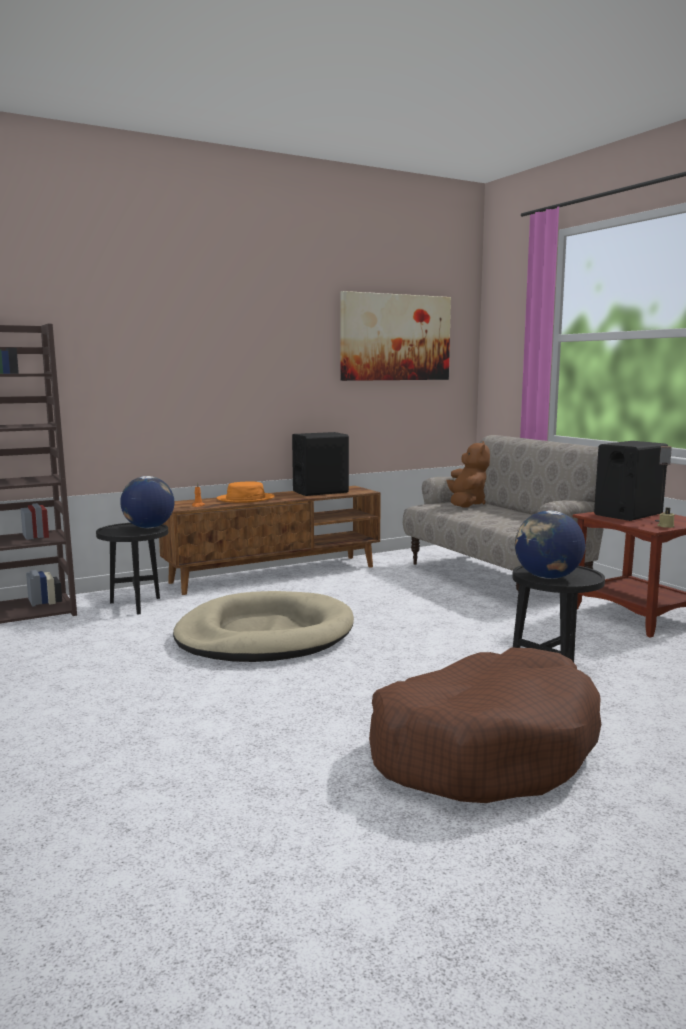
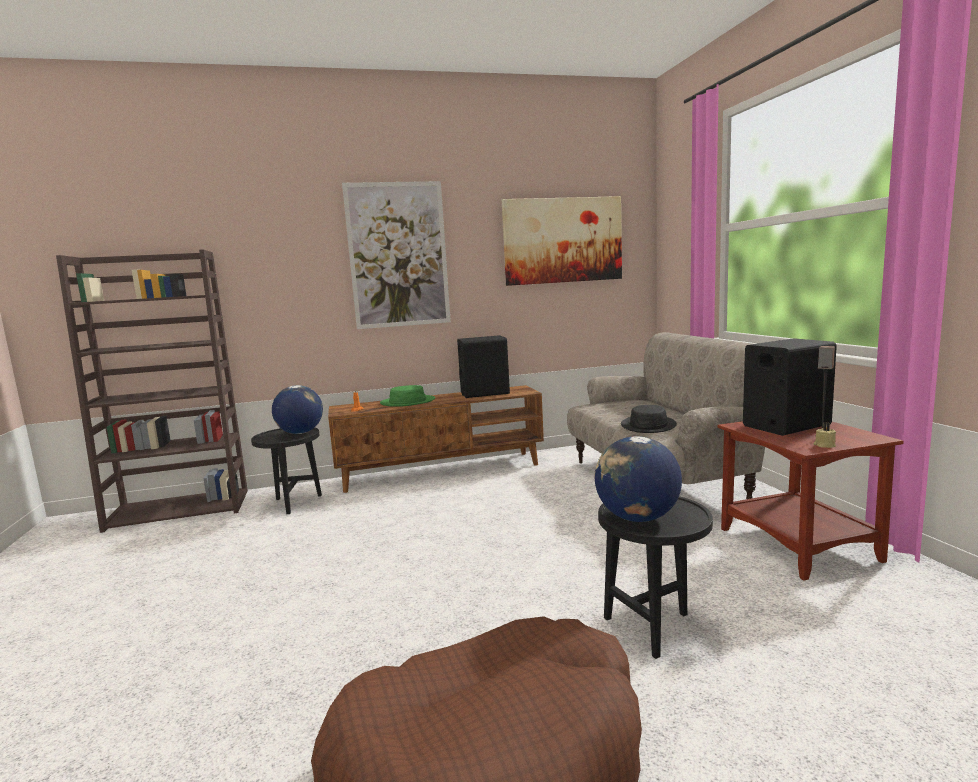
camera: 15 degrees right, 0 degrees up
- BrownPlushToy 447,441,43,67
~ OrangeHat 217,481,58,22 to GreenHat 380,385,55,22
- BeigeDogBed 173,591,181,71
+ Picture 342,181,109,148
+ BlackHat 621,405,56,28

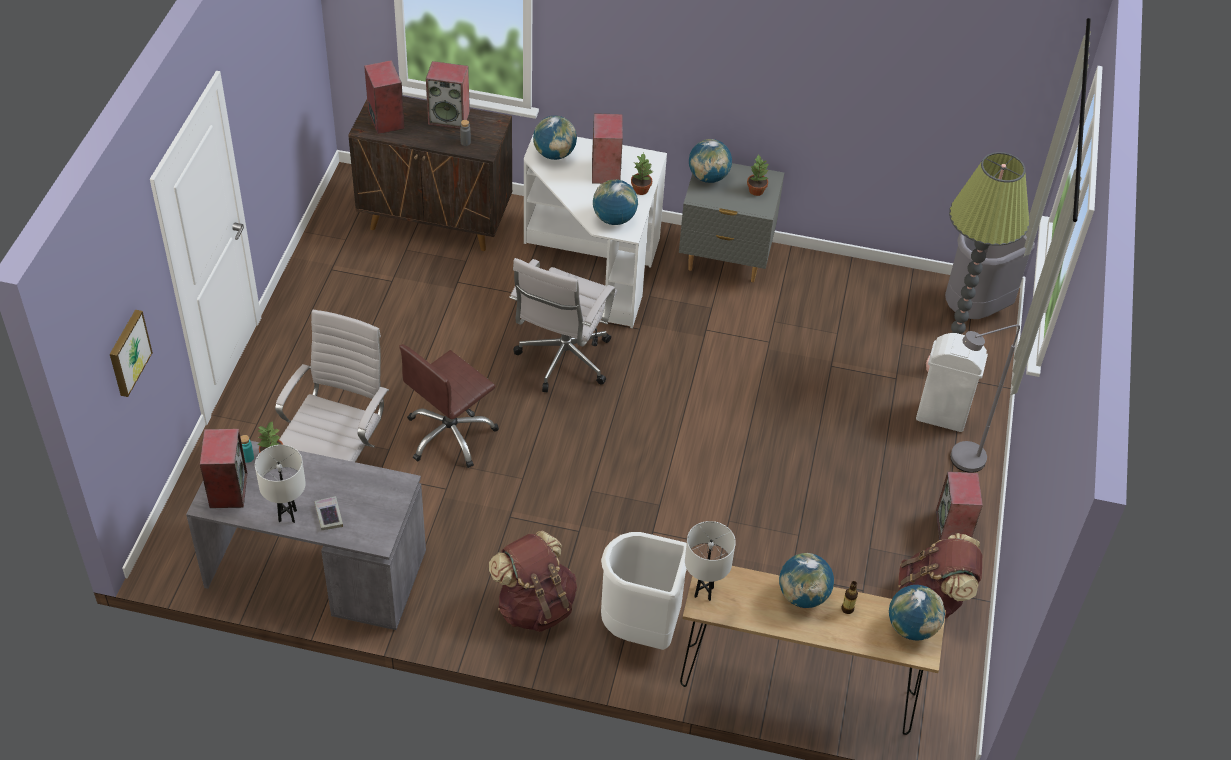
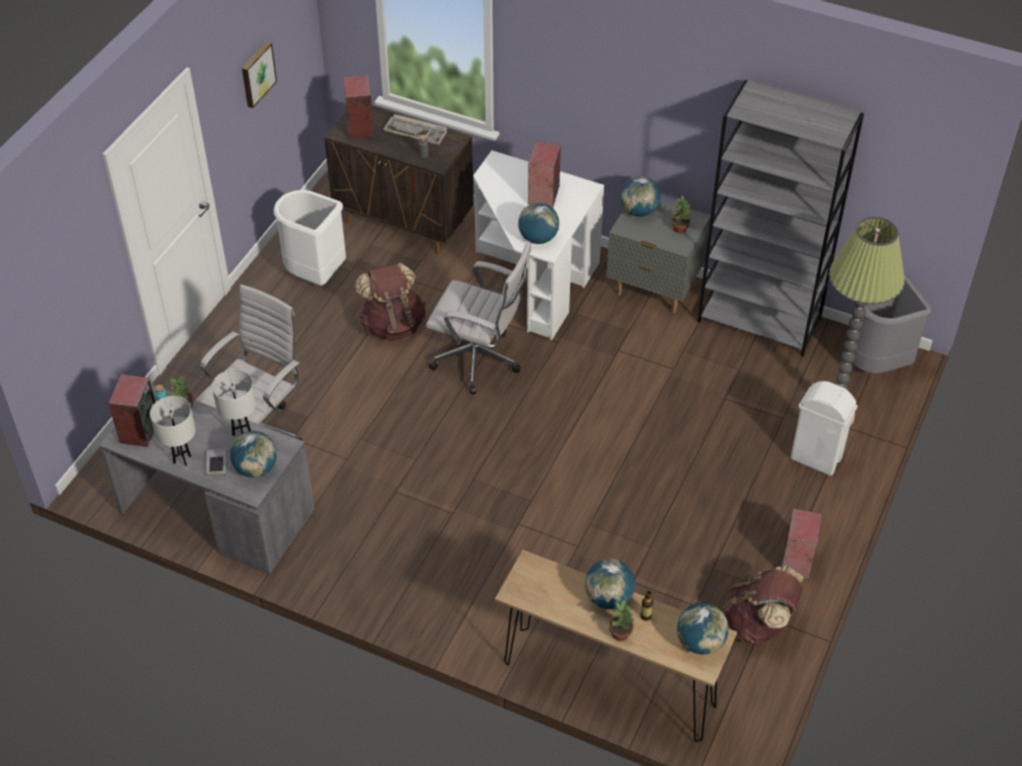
camera: 15 degrees right, 0 degrees up
~ Speaker 426,61,44,68 to Keyboard 383,114,64,31
~ Globe 533,116,44,44 to 230,431,47,47
~ PottedPlant 631,153,23,42 to 609,601,26,40
~ WhiteOfficeChair 509,258,108,134 = 426,241,106,153 105 degrees counterclockwise
~ Picture 110,310,43,87 to 242,42,35,66
- GreyFloorLamp 950,324,70,149
- BrownOfficeChair 399,344,100,124
~ WhiteTableLamp 685,521,51,80 to 212,369,44,67
~ BrownBackpack 489,530,88,102 to 355,263,71,78
~ WhiteTrashCan 601,532,86,118 to 274,190,72,96
+ GreyBookcase 697,80,167,276

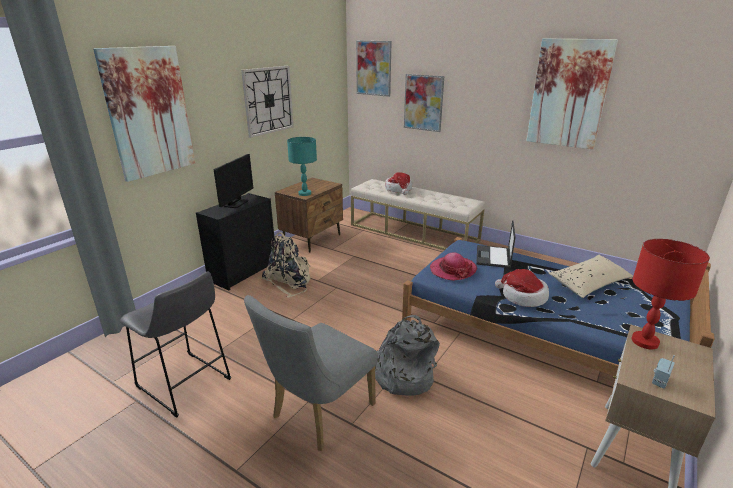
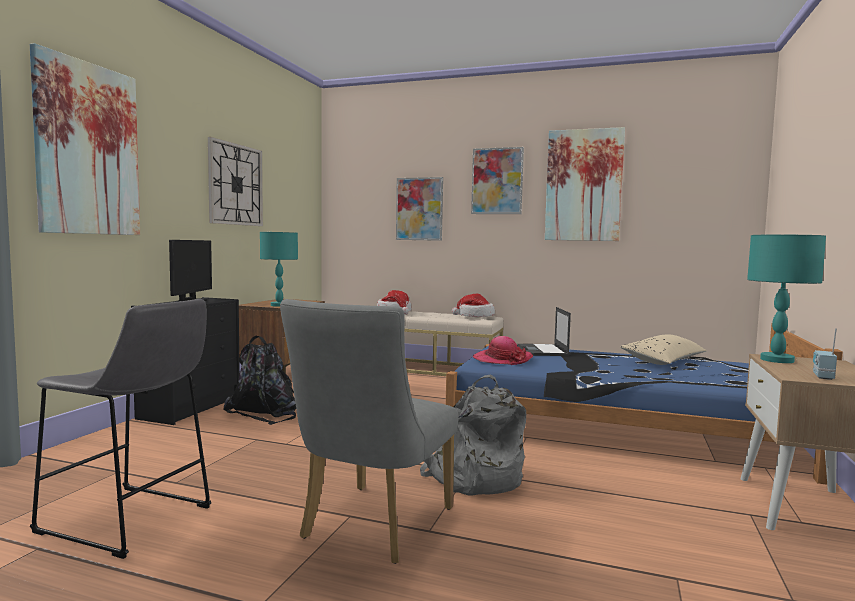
camera: 15 degrees left, 20 degrees down
~ Picture 356,41,36,56 to 471,147,53,67
~ BeigeBackpack 262,232,49,66 to BlackBackpack 223,336,73,89
~ RedTableLamp 632,239,78,111 to TurquoiseTableLamp 747,235,79,128
~ Hat 495,269,54,38 to 452,294,43,23

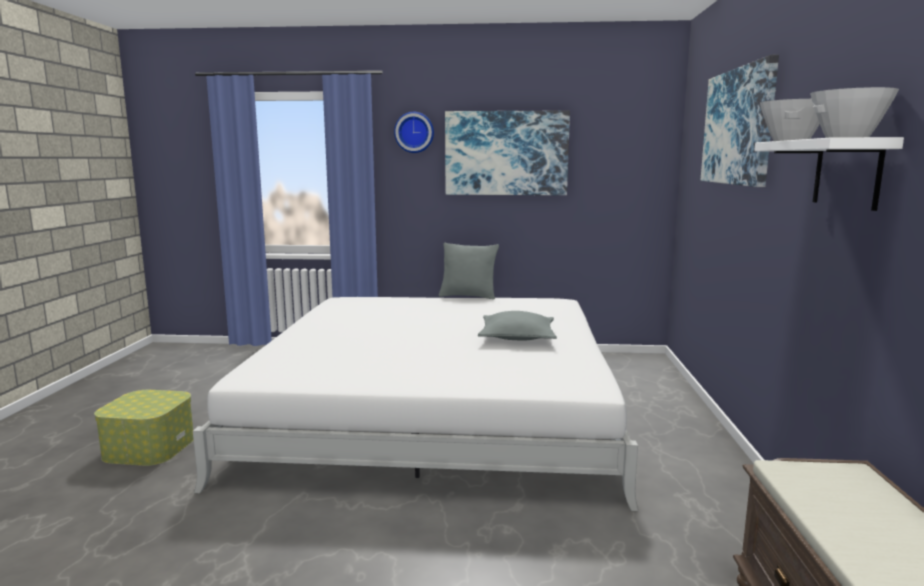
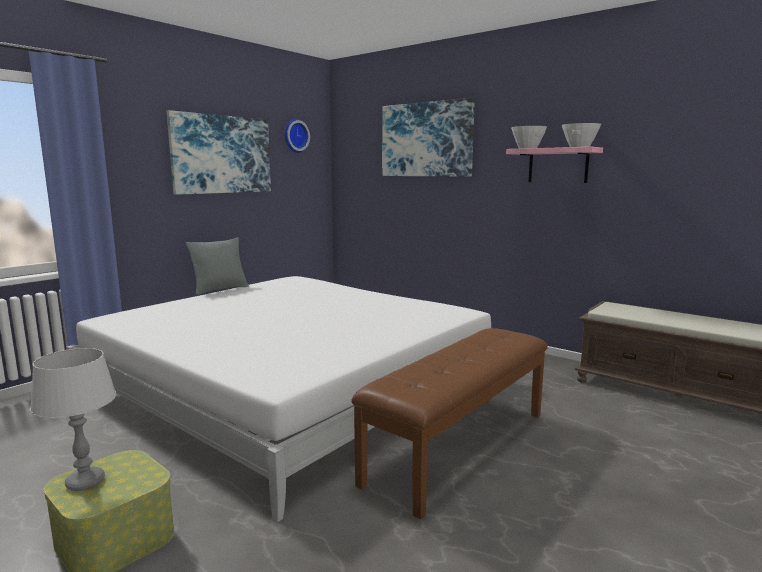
camera: 55 degrees left, 0 degrees up
~ WallClock 394,112,40,41 to 284,119,26,34
~ WhiteShelf 754,137,150,74 to PinkShelf 506,147,97,36
- GreyPillow 478,311,79,29
+ BrownBench 352,328,196,191
+ GreyTableLamp 30,348,86,143

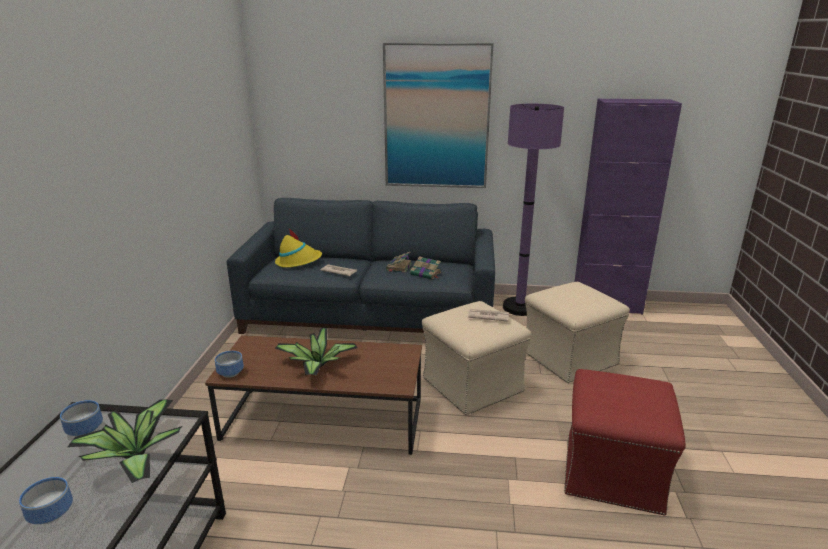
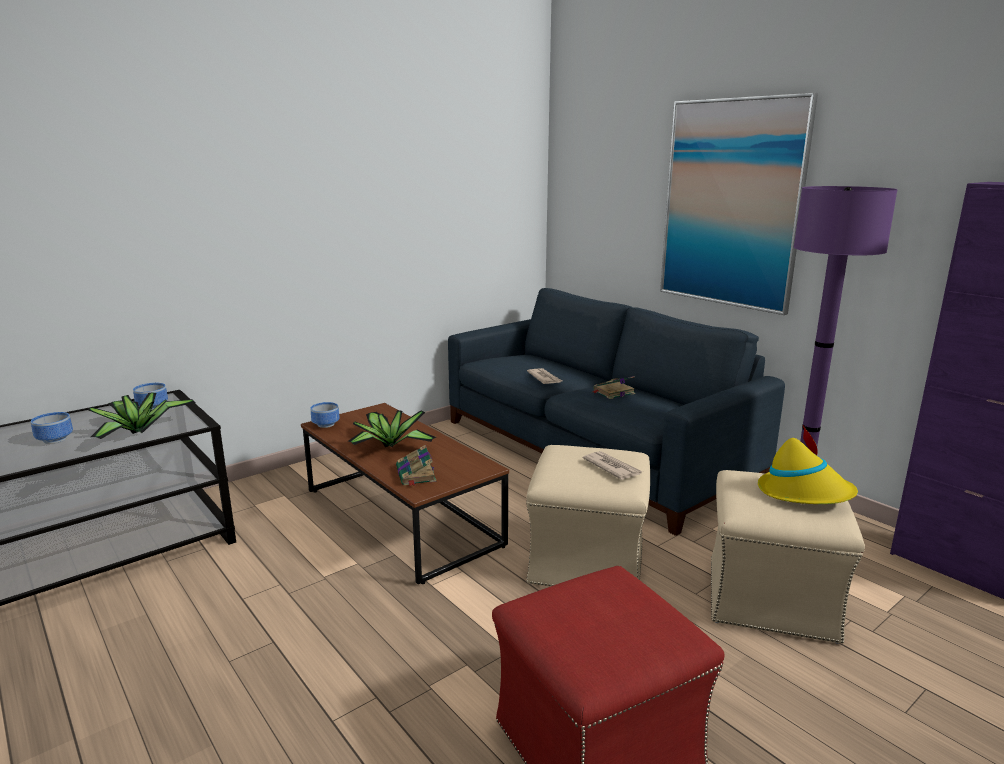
camera: 45 degrees right, 5 degrees down
~ YellowHat 275,229,47,39 to 758,425,100,79
~ Book 410,256,31,24 to 396,445,40,41

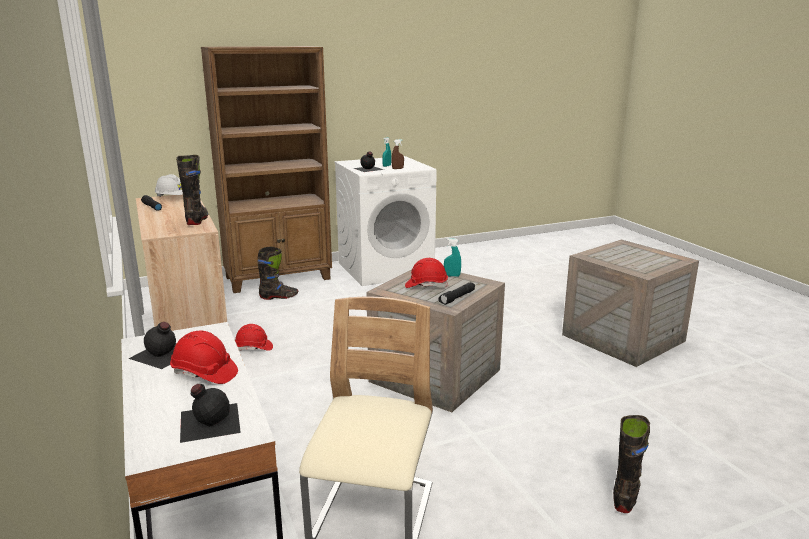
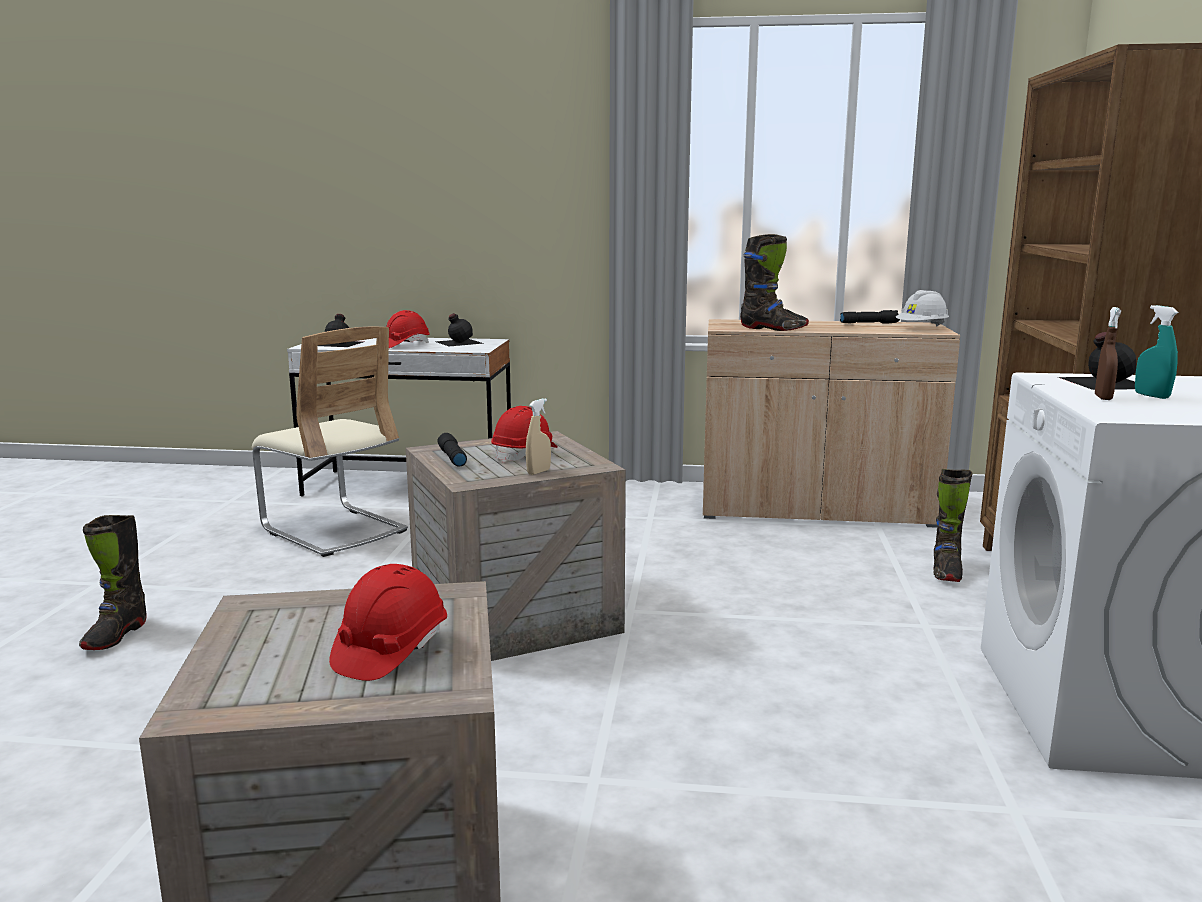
camera: 120 degrees right, 5 degrees down
~ TurquoiseSprayBottle 444,238,17,39 to BeigeSprayBottle 526,398,25,77
~ RedHardHat 235,324,38,27 to 329,564,118,117
~ BlackBoot 613,415,37,98 = 79,515,68,135 45 degrees clockwise

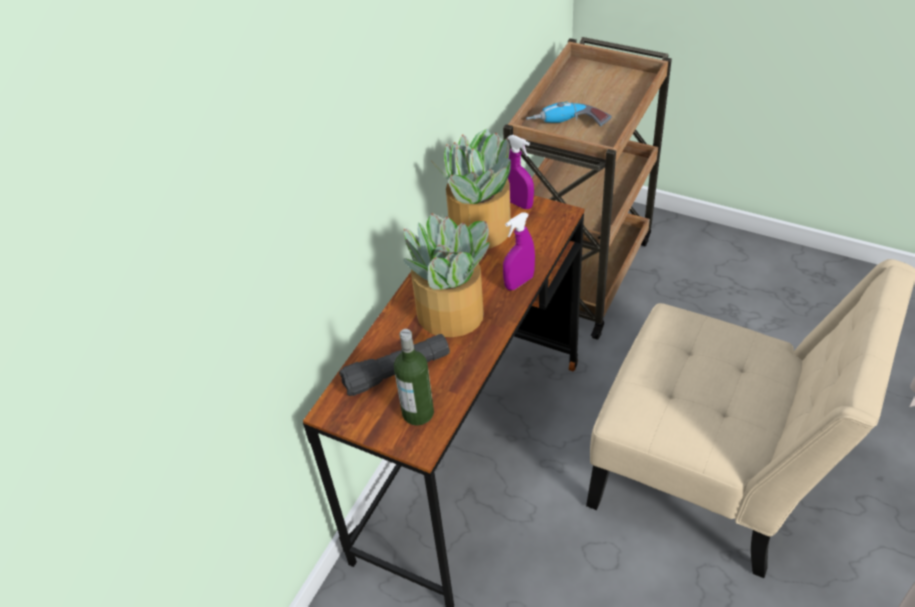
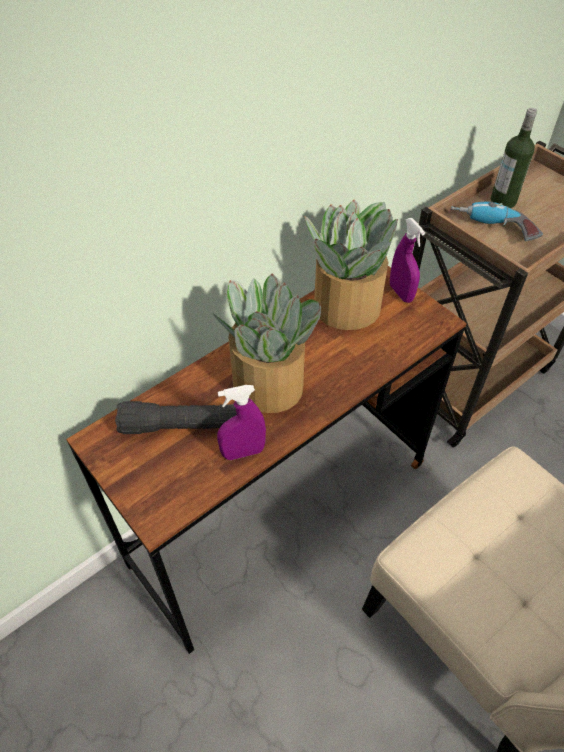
camera: 20 degrees right, 5 degrees up
~ PurpleSprayBottle 503,212,32,78 to 217,385,49,75
~ Bottle 394,329,40,96 to 491,108,46,100

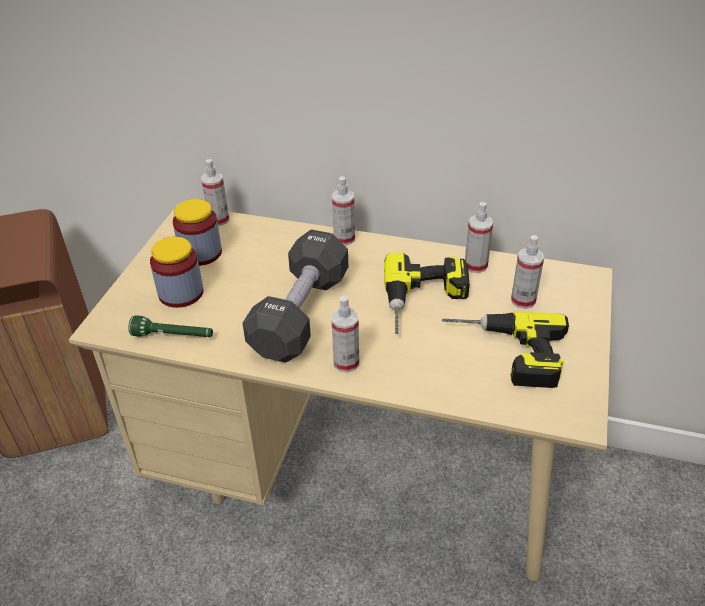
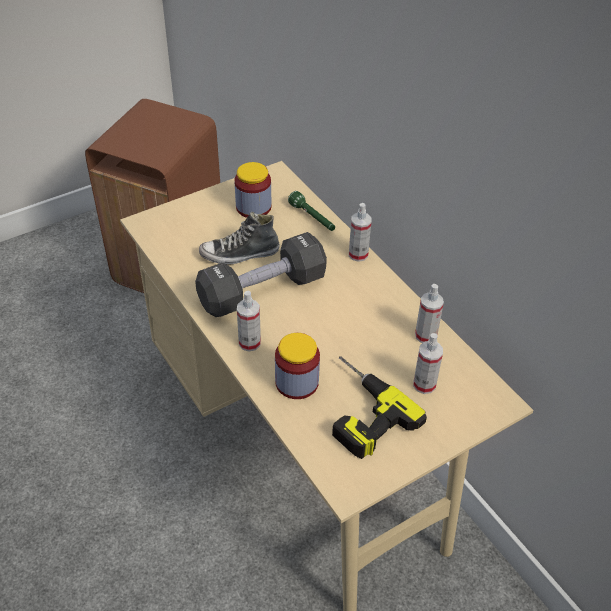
camera: 40 degrees right, 5 degrees up
- SprayBottle 201,159,28,67
~ Jar 150,237,53,71 to 275,333,45,66
- PowerDrill 384,253,86,81
~ GreenFlashlight 128,315,85,22 to 288,191,47,40
+ Shoe 199,212,81,52

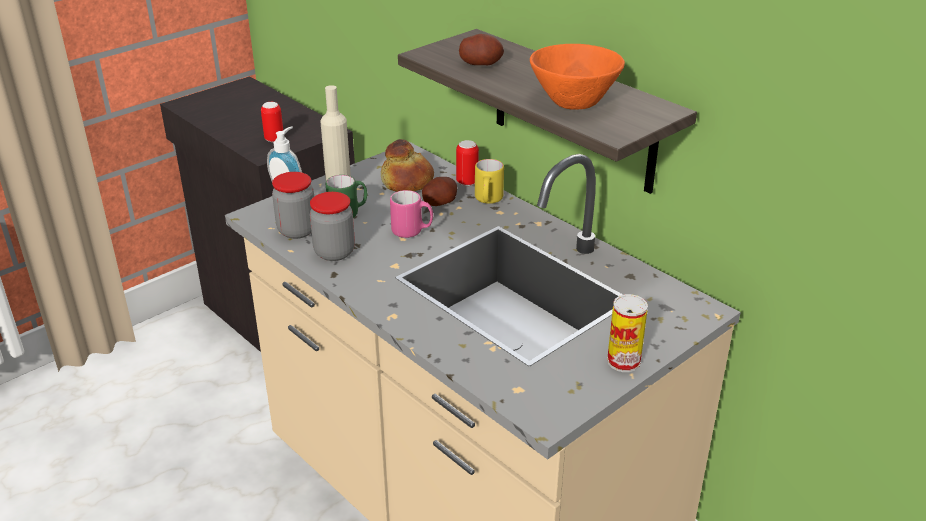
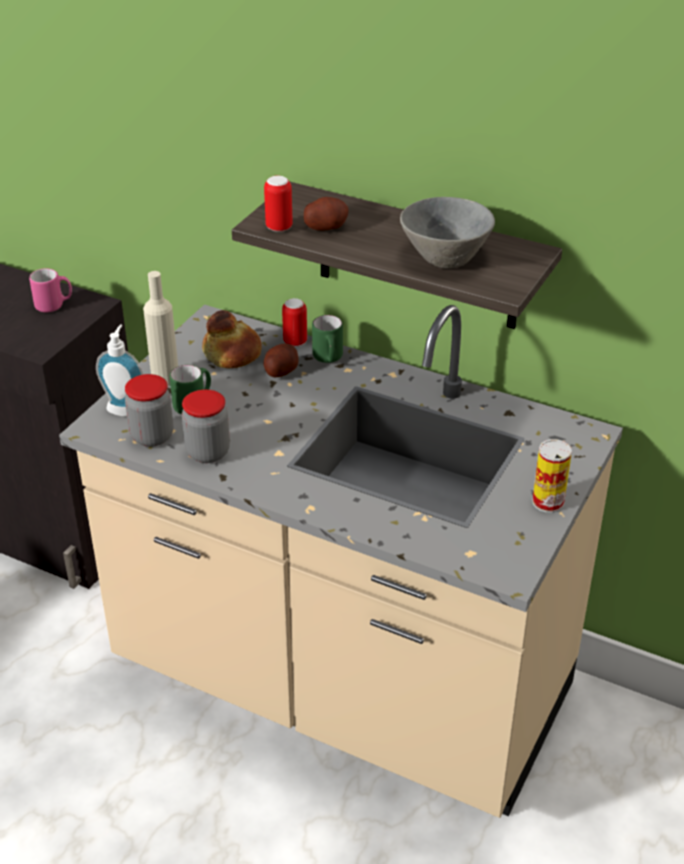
camera: 20 degrees left, 5 degrees up
~ OrangeBowl 530,44,95,66 to GreyBowl 400,197,95,71
~ Can 261,102,22,40 to 264,176,29,56
~ YellowMug 475,159,29,45 to GreenMug 312,315,31,48
~ PinkMug 390,190,43,48 to 29,268,43,44

